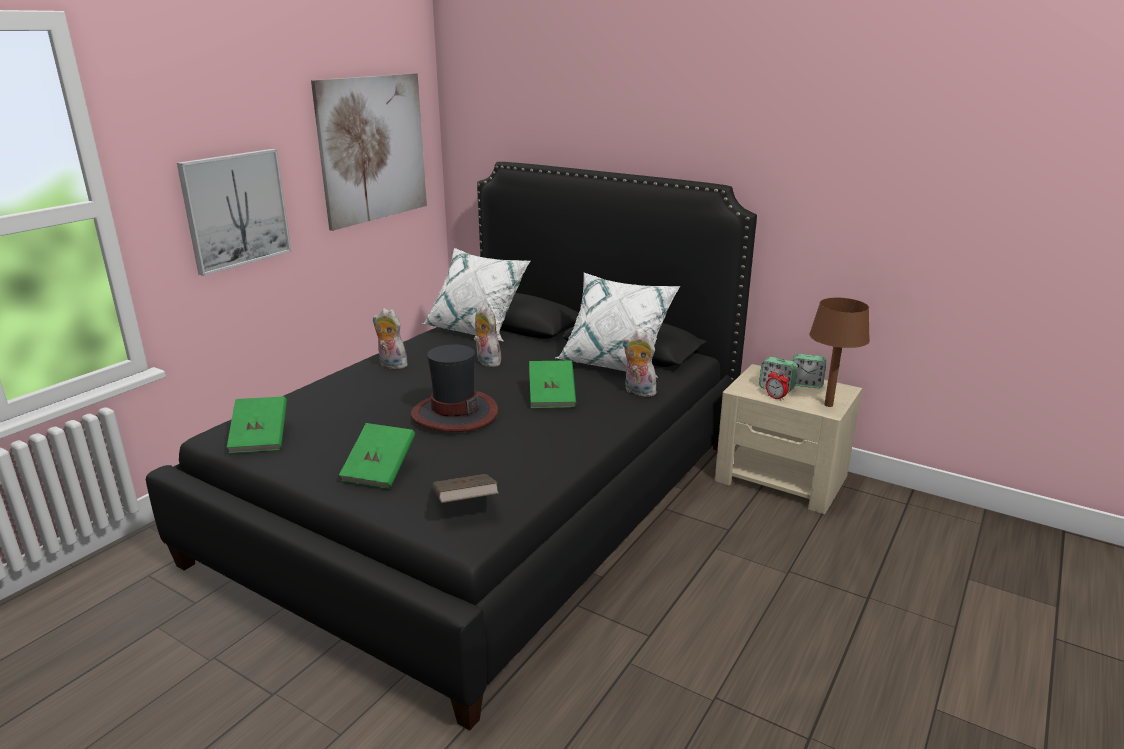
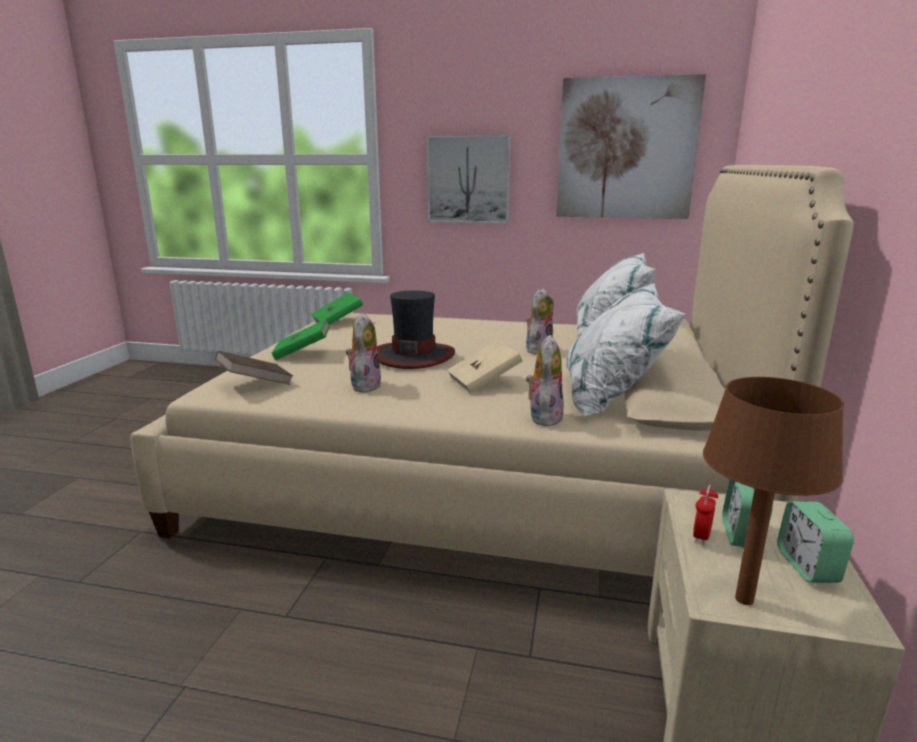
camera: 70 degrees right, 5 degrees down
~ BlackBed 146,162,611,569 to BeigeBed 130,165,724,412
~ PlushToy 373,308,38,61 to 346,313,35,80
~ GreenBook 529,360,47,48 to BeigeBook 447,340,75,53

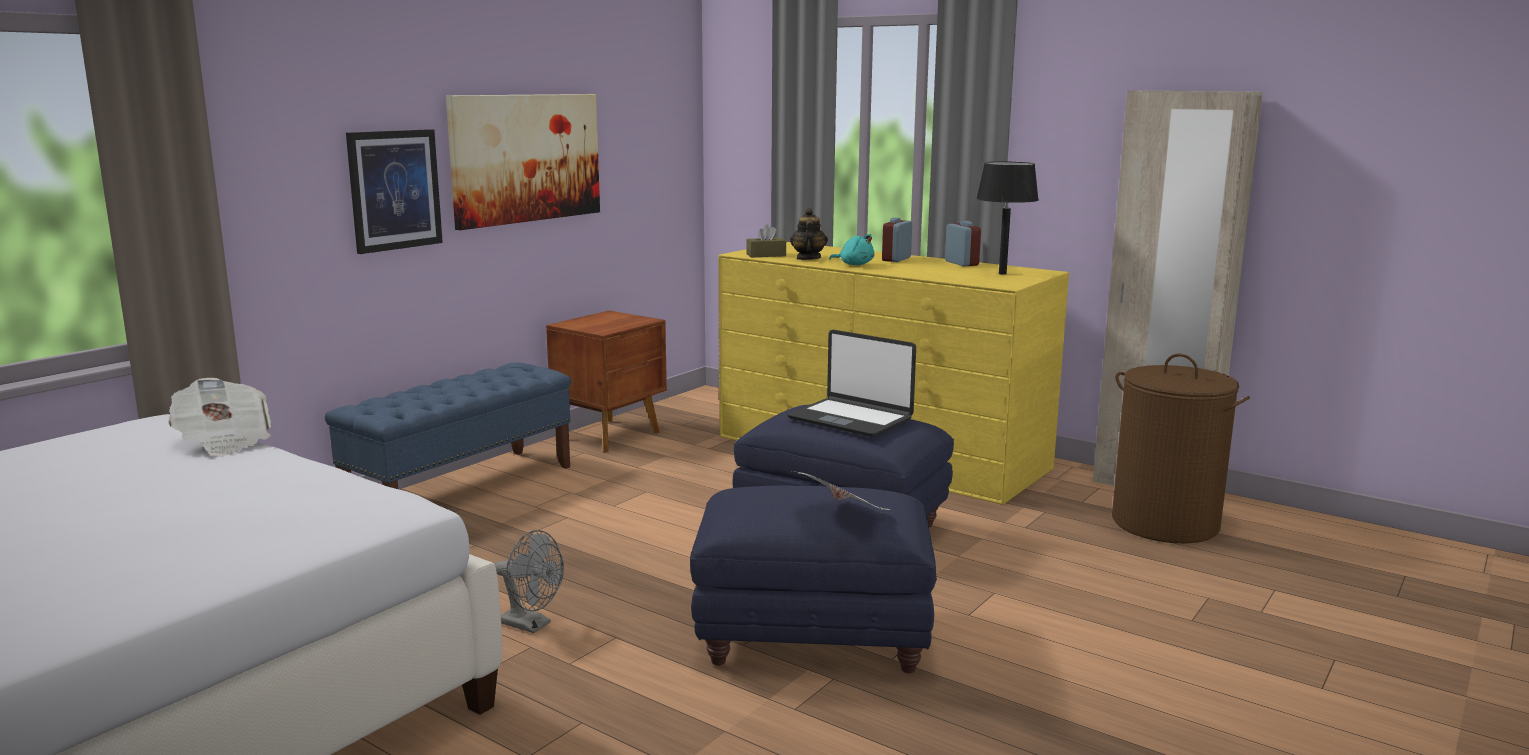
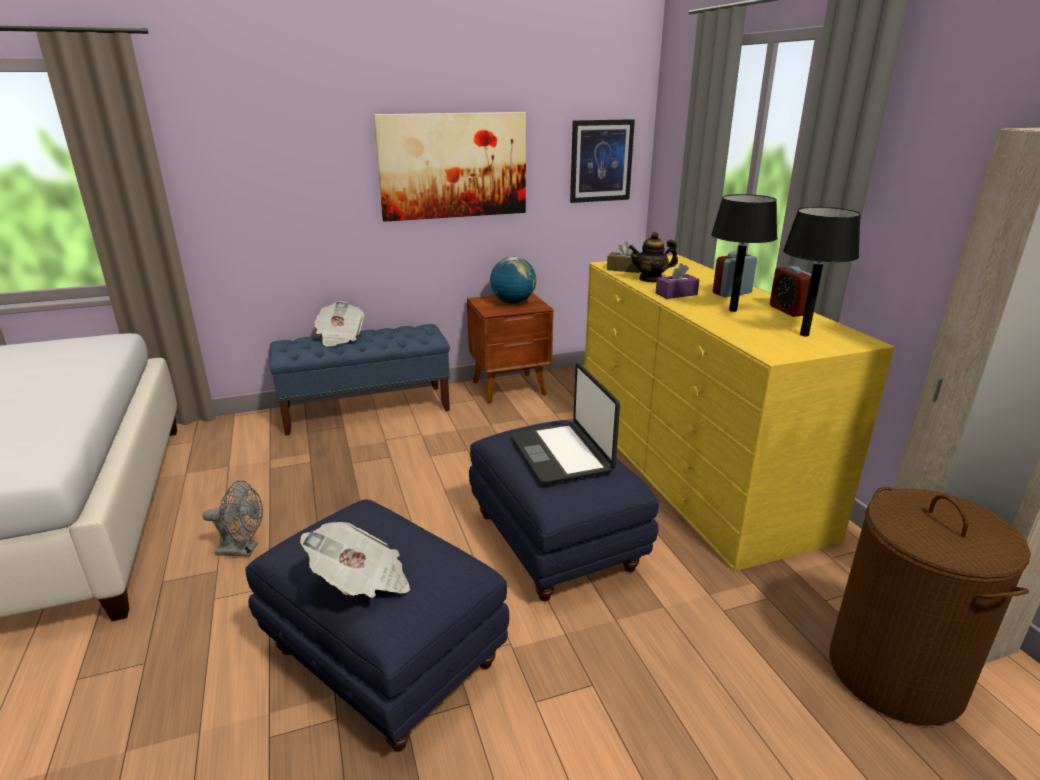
camera: 35 degrees right, 10 degrees up
~ Picture 346,129,97,125 to 570,119,65,84
~ Teapot 790,208,38,52 = 629,232,49,51 135 degrees counterclockwise
~ AlarmClock 945,221,36,45 = 770,266,41,51 150 degrees clockwise
~ TurquoisePlushToy 829,234,45,31 to PurpleTissueBox 656,263,44,36
~ Newspaper 168,378,103,79 to 314,301,51,46
~ GreyFan 495,530,69,103 = 203,480,60,77 60 degrees counterclockwise
+ BlackTableLamp 711,194,66,118
+ Globe 490,257,46,47

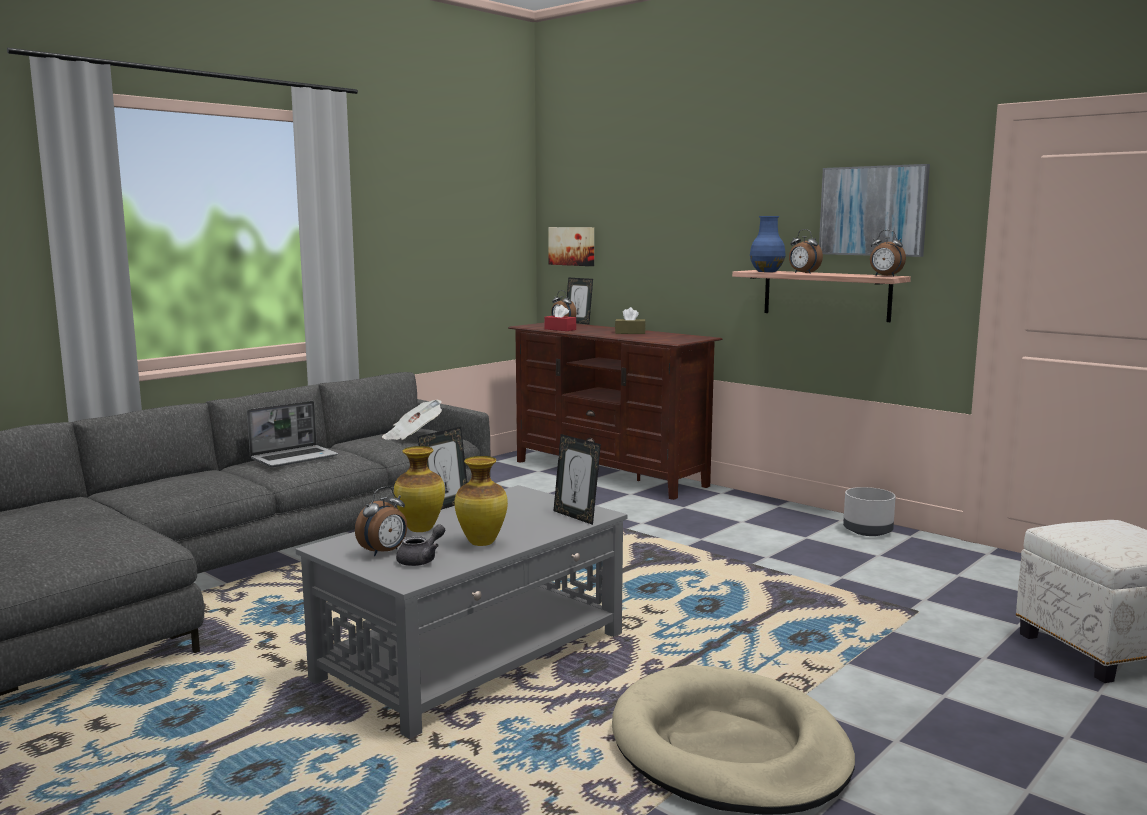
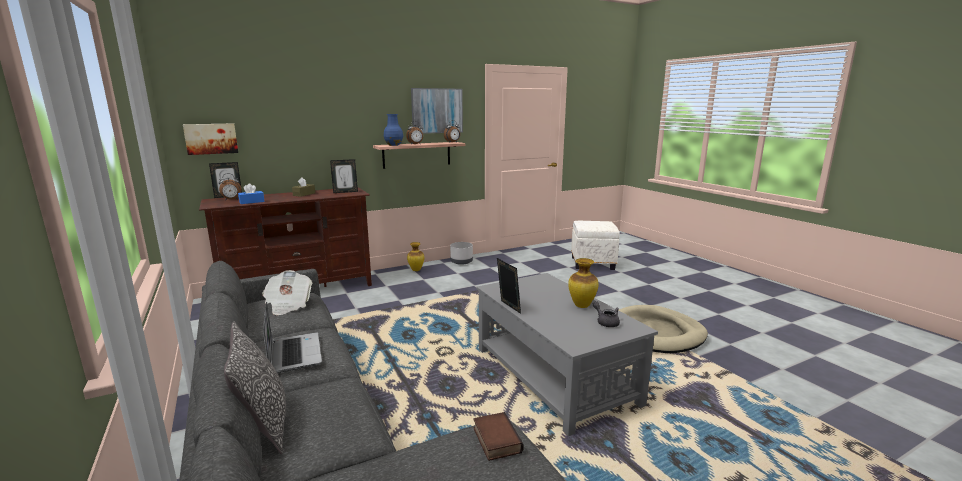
camera: 70 degrees left, 5 degrees up
~ RedTissueBox 544,305,32,26 to BlueTissueBox 238,184,27,20
~ PictureFrame 554,434,47,91 to 330,159,28,34
~ Vase 394,446,51,86 to 407,242,17,29
- AlarmClock 355,486,52,70
+ Pillow 224,322,62,132
+ Book 473,412,51,49

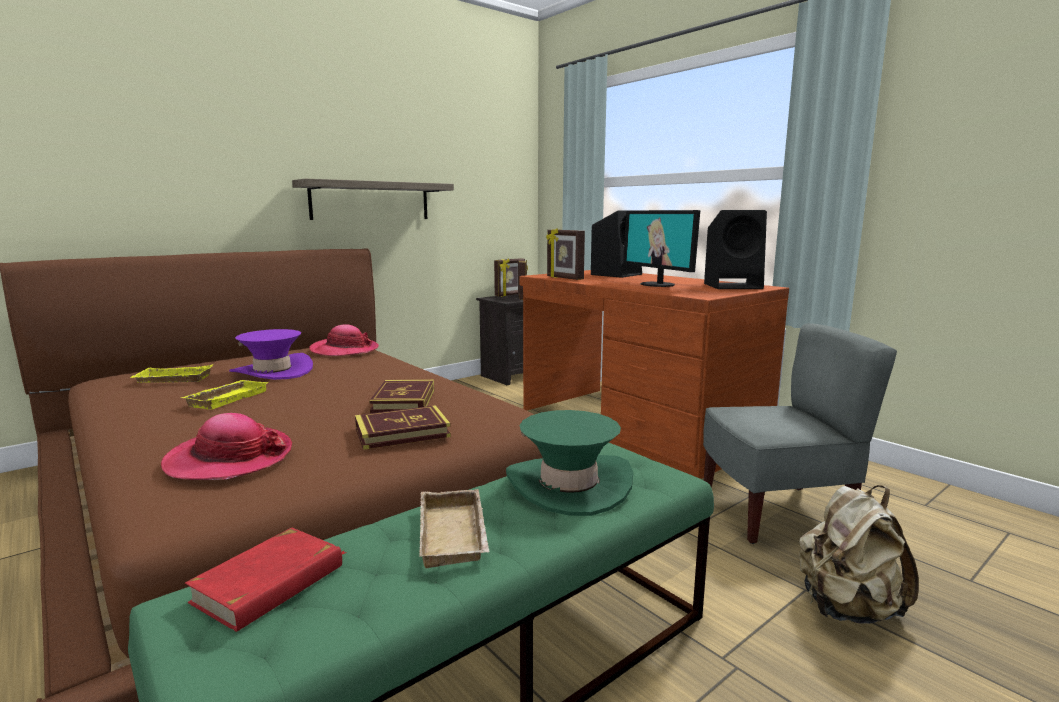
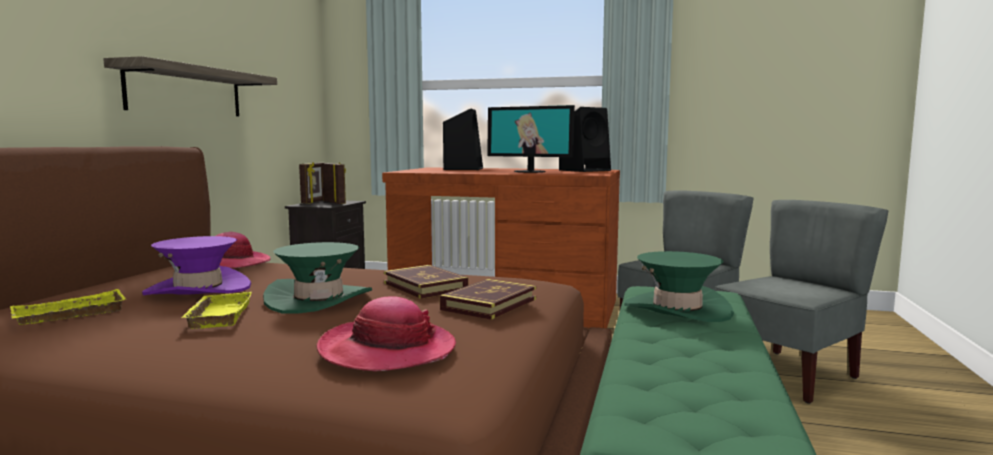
camera: 35 degrees left, 5 degrees down
- PictureFrame 546,228,39,52
~ BeigeBackpack 799,485,120,139 to GreyChair 715,200,173,204
- BeigeTray 419,489,71,79
- RedBook 185,528,162,104
+ GreenHat 263,242,109,72

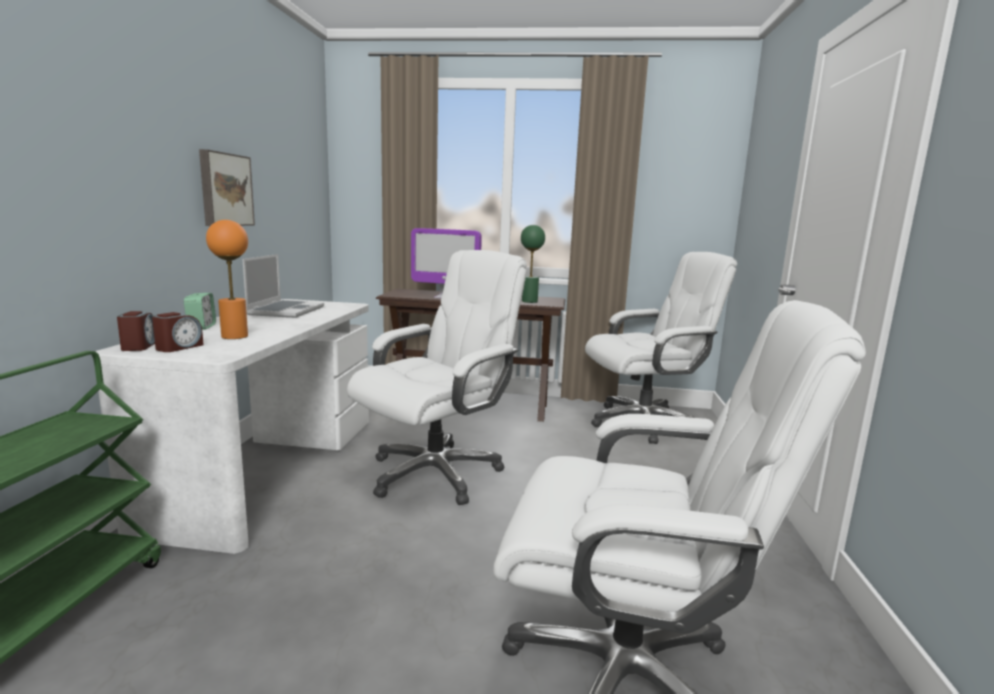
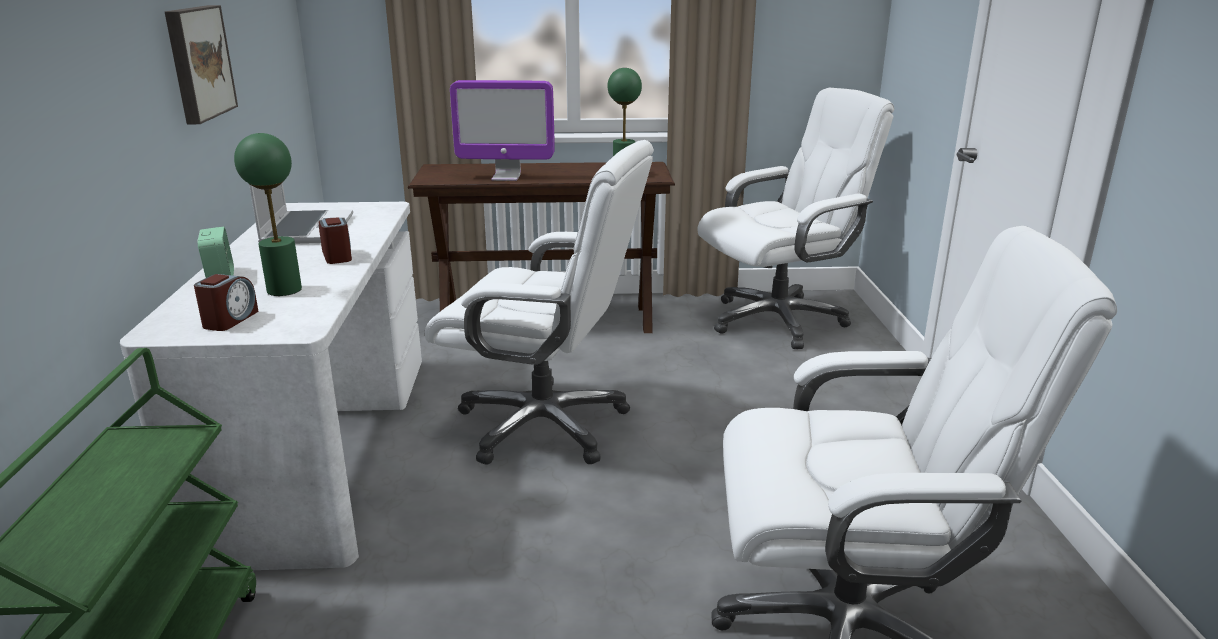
camera: 10 degrees left, 10 degrees up
~ OrangeTableLamp 206,220,42,119 to GreenTableLamp 234,133,68,163
~ WhiteOfficeChair 347,250,180,255 = 425,140,229,325 75 degrees clockwise
~ AlarmClock 117,311,38,40 to 319,217,33,47

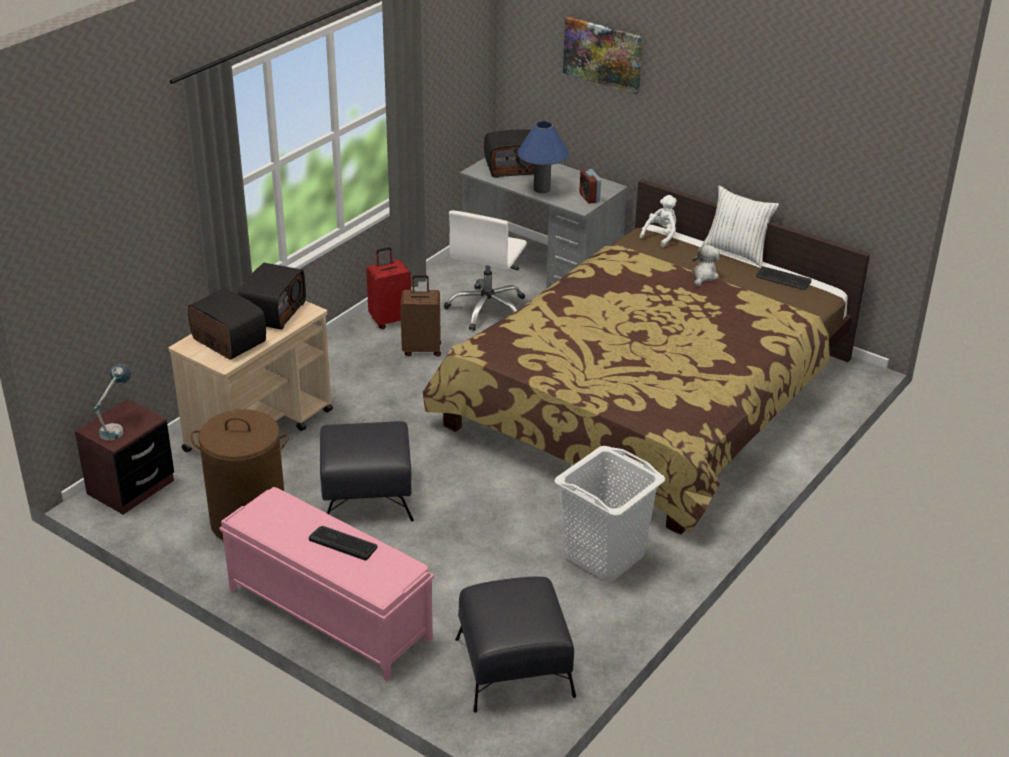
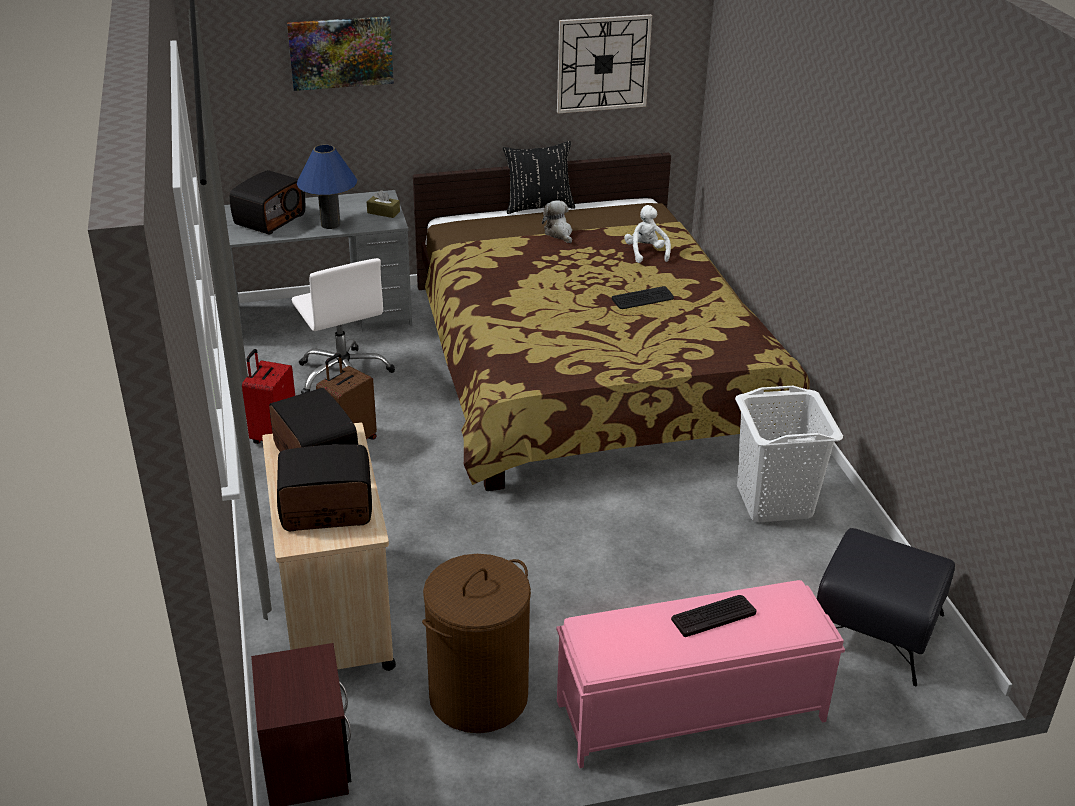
camera: 50 degrees left, 0 degrees up
~ AlarmClock 579,169,22,35 to BrownTissueBox 367,190,33,28
~ WhitePillow 702,186,77,81 to BlackPillow 503,141,72,73
~ WhitePlushToy 640,195,37,52 to 624,205,47,58
~ Keyboard 756,266,55,24 to 612,286,62,23
- TableLamp 94,364,37,77
- BlackOttoman 320,421,94,100
+ WallClock 557,14,95,99

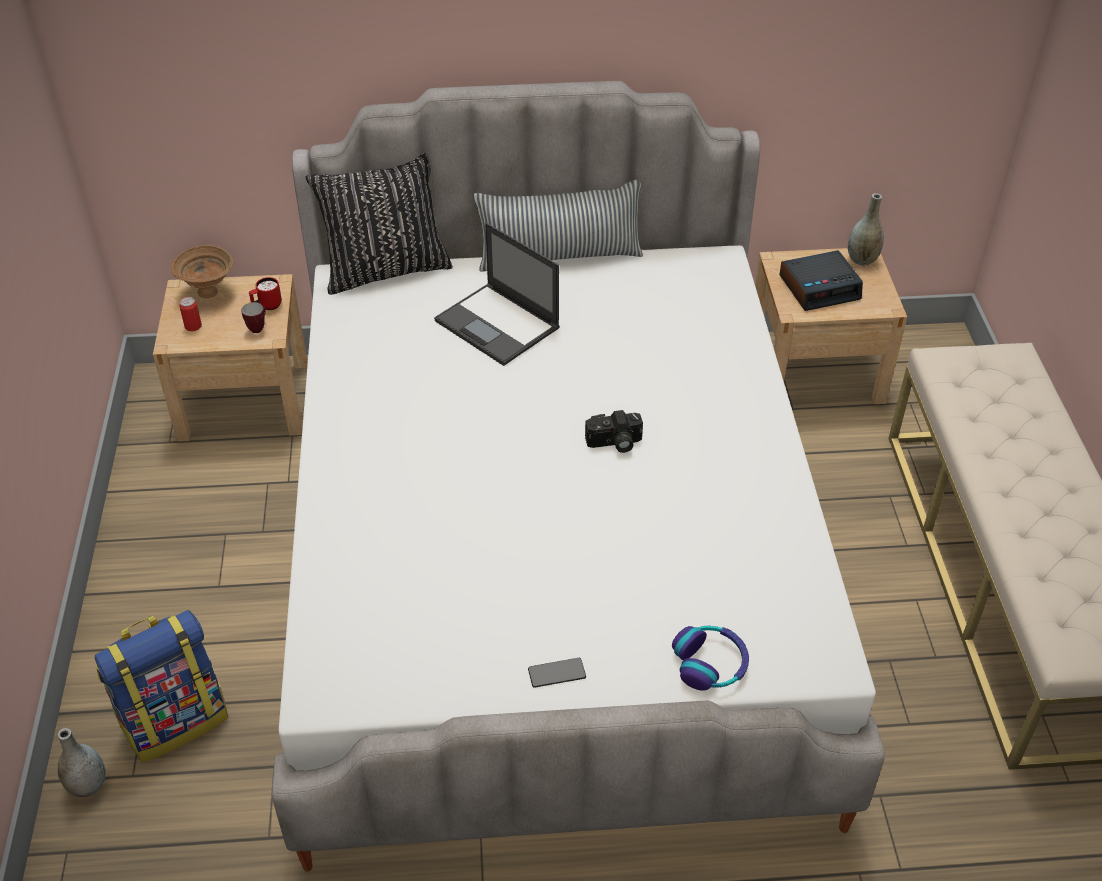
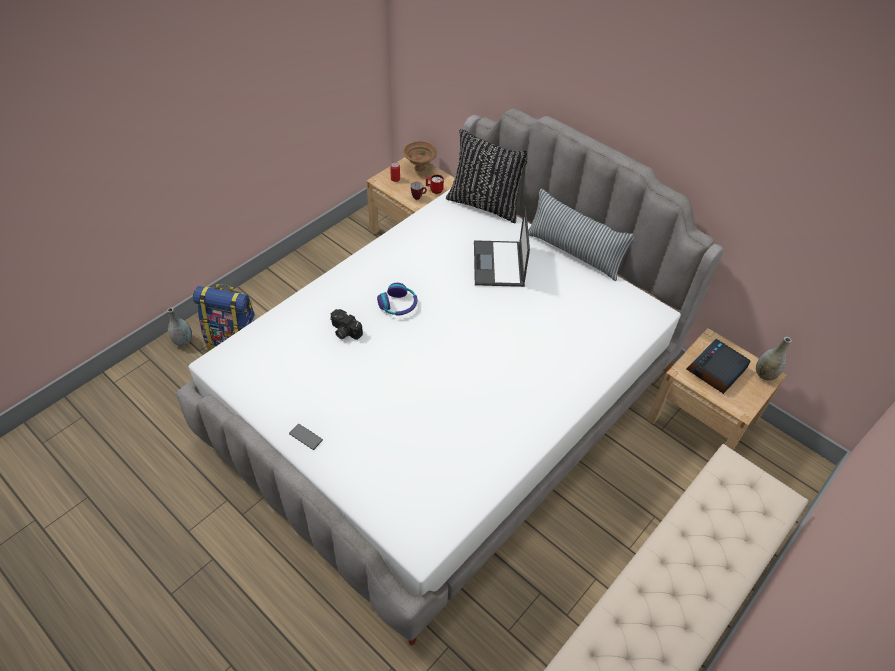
camera: 45 degrees right, 5 degrees up
~ AlarmClock 780,250,83,61 = 686,339,65,55 105 degrees clockwise
~ PhotoCamera 585,410,58,43 to 330,309,33,31
~ Headphones 672,626,77,65 to 377,283,40,33

